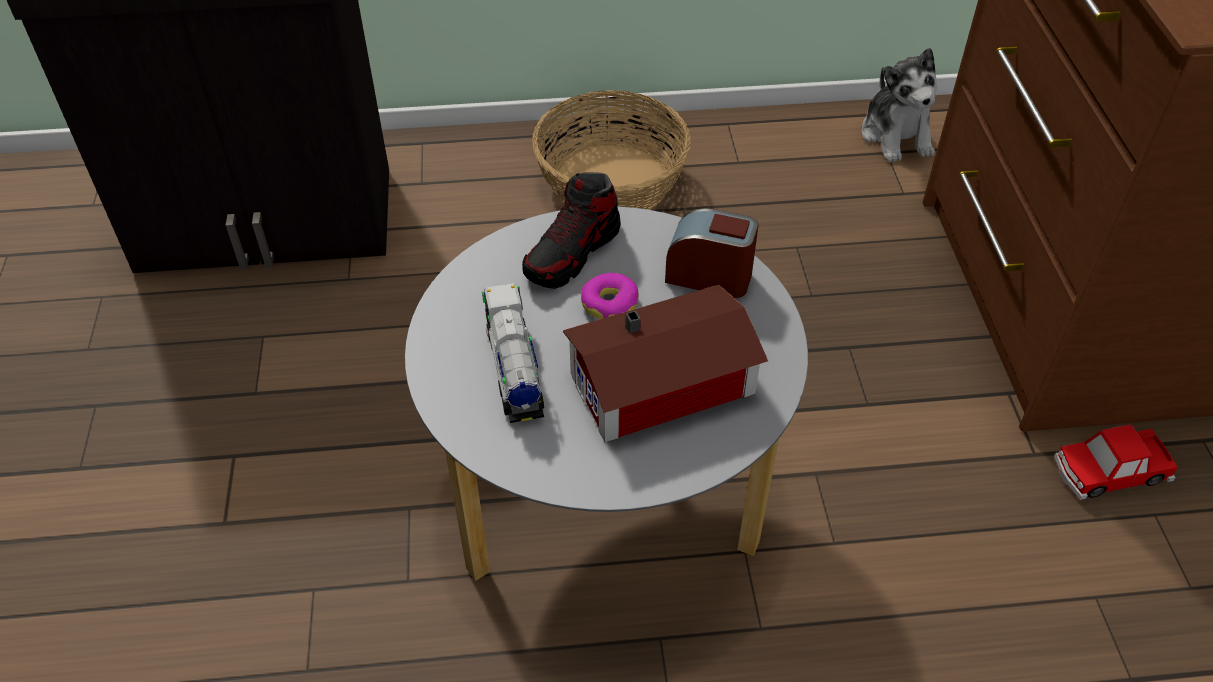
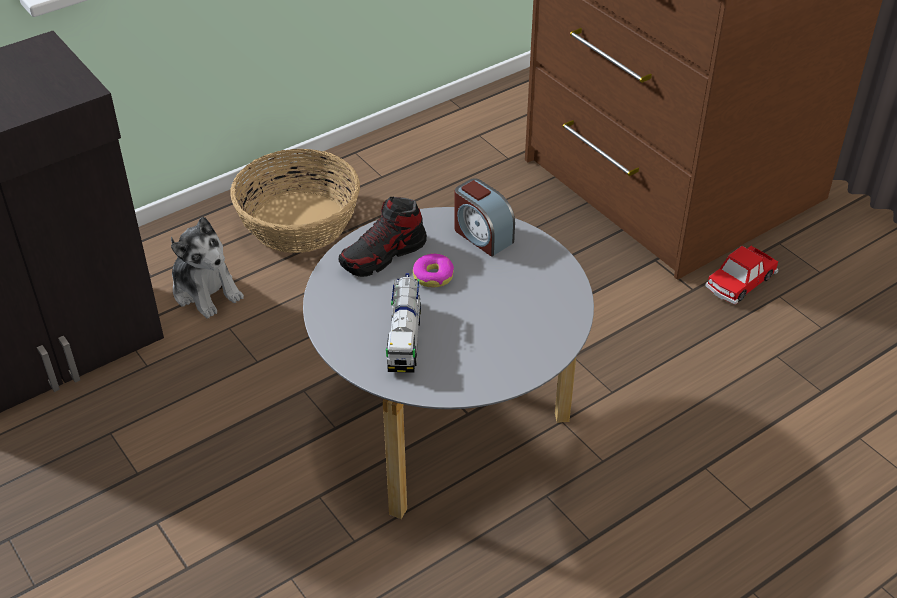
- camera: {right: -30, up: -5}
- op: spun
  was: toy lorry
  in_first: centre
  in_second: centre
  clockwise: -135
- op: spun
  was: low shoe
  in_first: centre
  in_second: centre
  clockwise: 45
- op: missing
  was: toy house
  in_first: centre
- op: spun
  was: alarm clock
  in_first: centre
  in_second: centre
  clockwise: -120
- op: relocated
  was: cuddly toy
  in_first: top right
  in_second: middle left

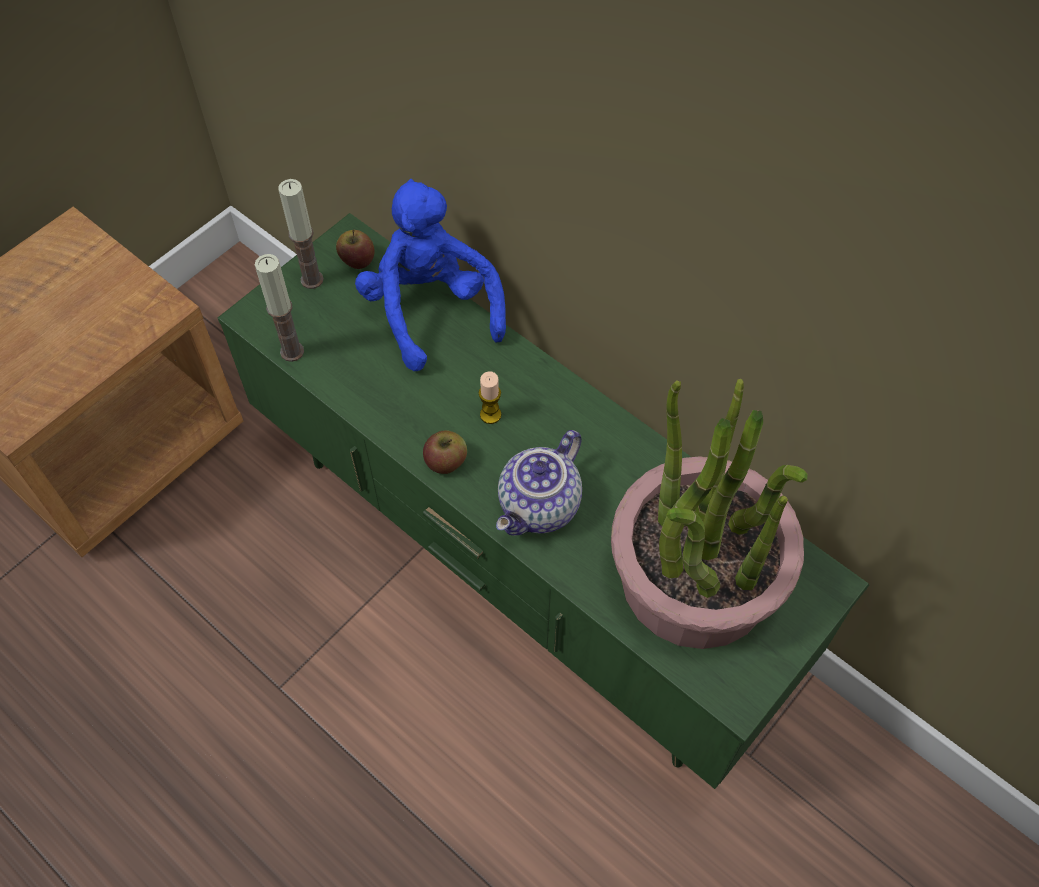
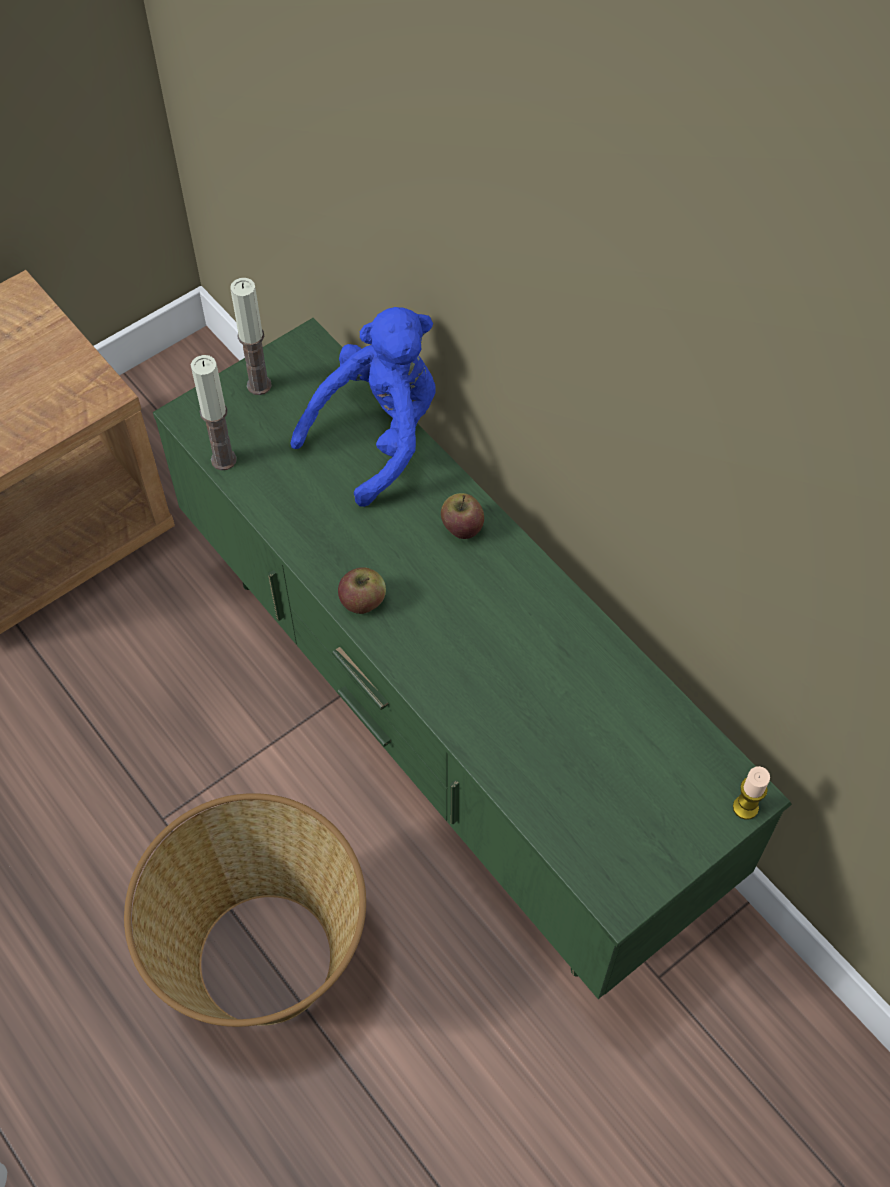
- camera: {right: 10, up: 0}
- op: relocated
  was: apple (no. 1 from left in the first image)
  now: apple (no. 2 from left)
  in_first: top centre
  in_second: centre
- op: spun
  was: cuddly toy (bluish)
  in_first: top centre
  in_second: centre
  clockwise: 60
- op: relocated
  was: candle (no. 3 from left)
  in_first: centre
  in_second: bottom right
- op: missing
  was: teapot
  in_first: centre
- op: missing
  was: plant in a pot
  in_first: middle right
- op: appeared
  now: basket
  in_second: bottom left

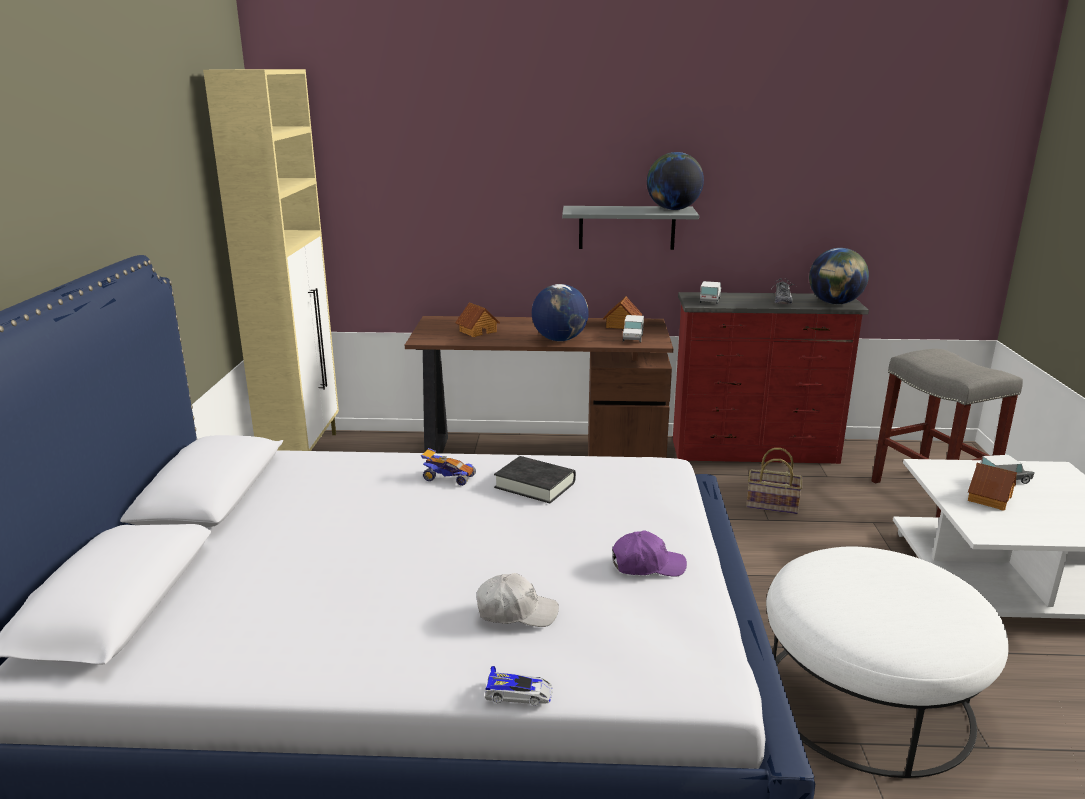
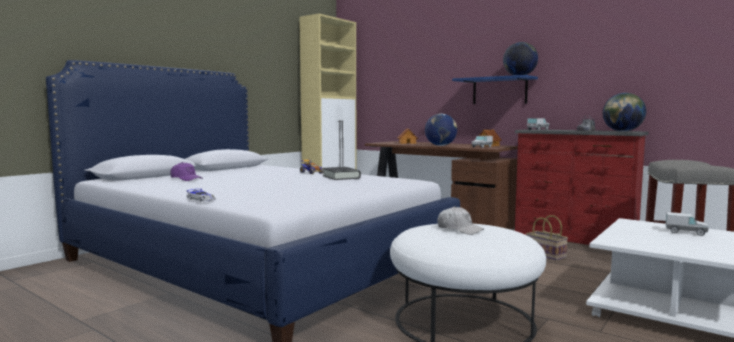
- camera: {right: 35, up: -15}
- op: relocated
  was: peaked cap (whitish)
  in_first: bottom centre
  in_second: centre
- op: colour
  was: bracket shelf (gray)
  now: bracket shelf (bluish)
  in_first: top centre
  in_second: top right
- op: relocated
  was: peaked cap (purple-coloured)
  in_first: bottom centre
  in_second: middle left
- op: missing
  was: toy house (no. 3 from left)
  in_first: middle right

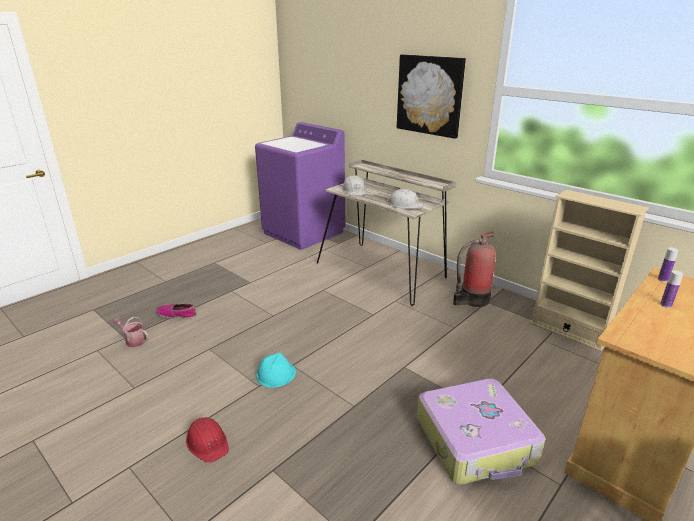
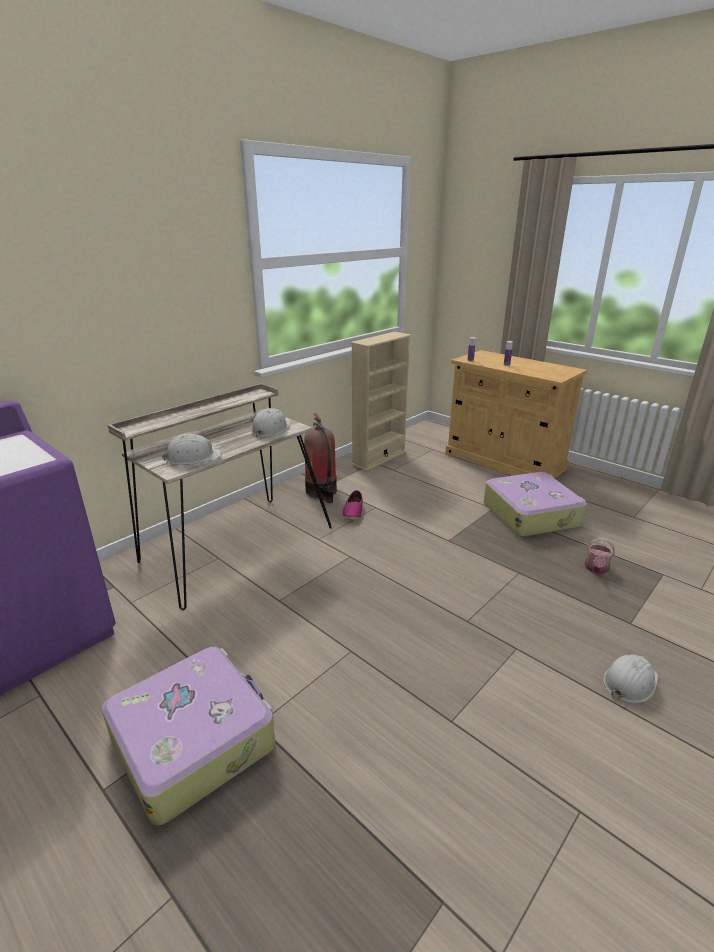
- camera: {right: -90, up: 0}
- op: relocated
  was: sprinkling can
  in_first: middle left
  in_second: middle right
- op: relocated
  was: low shoe
  in_first: middle left
  in_second: centre
- op: colour
  was: hard hat (red)
  now: hard hat (whitish) (no. 3 from left)
  in_first: bottom left
  in_second: bottom right
- op: missing
  was: hard hat (turquoise)
  in_first: bottom centre
- op: missing
  was: wall picture
  in_first: top centre
- op: appeared
  now: travel case (no. 1 from left)
  in_second: bottom left

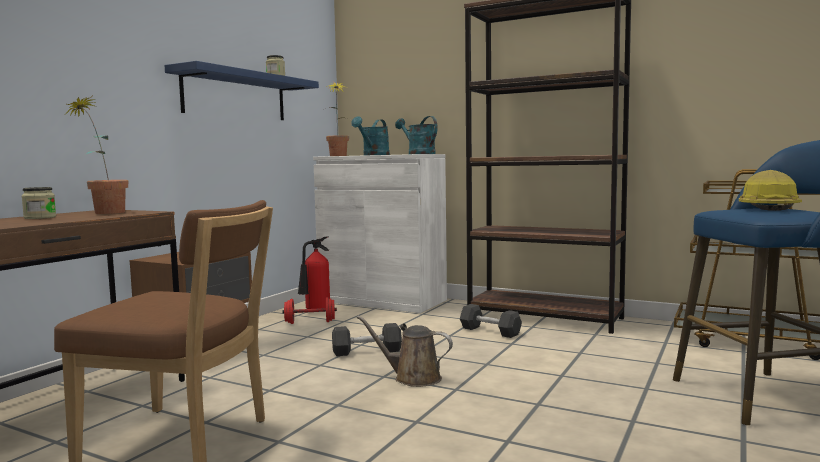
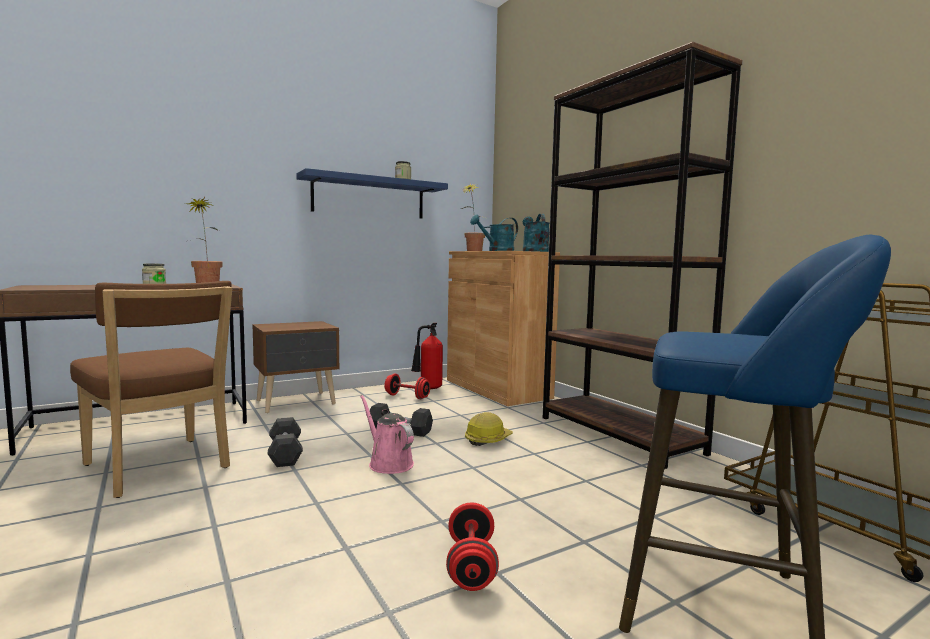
- camera: {right: 30, up: 0}
- op: colour
  was: cabinet (whitish)
  now: cabinet (brown)
  in_first: centre
  in_second: centre
- op: colour
  was: sprinkling can (brown)
  now: sprinkling can (pinkish)
  in_first: bottom centre
  in_second: bottom centre
- op: relocated
  was: dumbbell (gray) (no. 2 from left in the first image)
  now: dumbbell (gray) (no. 1 from left)
  in_first: bottom centre
  in_second: bottom left
- op: relocated
  was: hard hat
  in_first: middle right
  in_second: bottom centre
- op: appeared
  now: dumbbell (red) (no. 2 from left)
  in_second: bottom centre

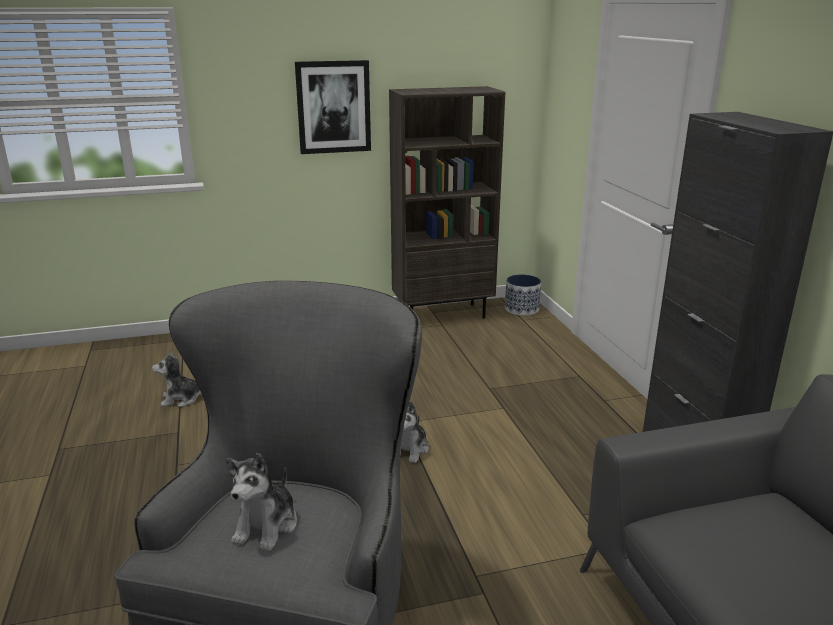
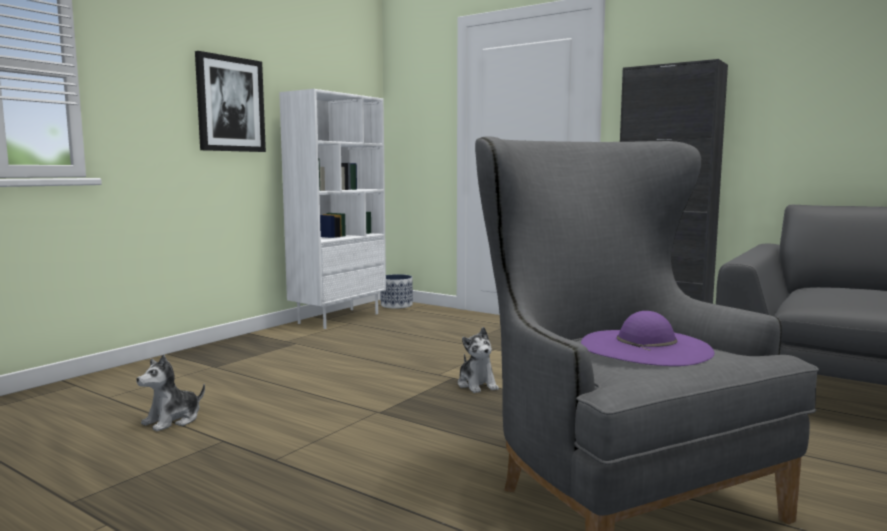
- camera: {right: -40, up: -15}
- op: exchanged
  was: cuddly toy (no. 2 from left)
  now: clothing hat (purple-coloured)
  in_first: bottom left
  in_second: middle right
- op: colour
  was: shelving unit (brown)
  now: shelving unit (whitish)
  in_first: top centre
  in_second: centre

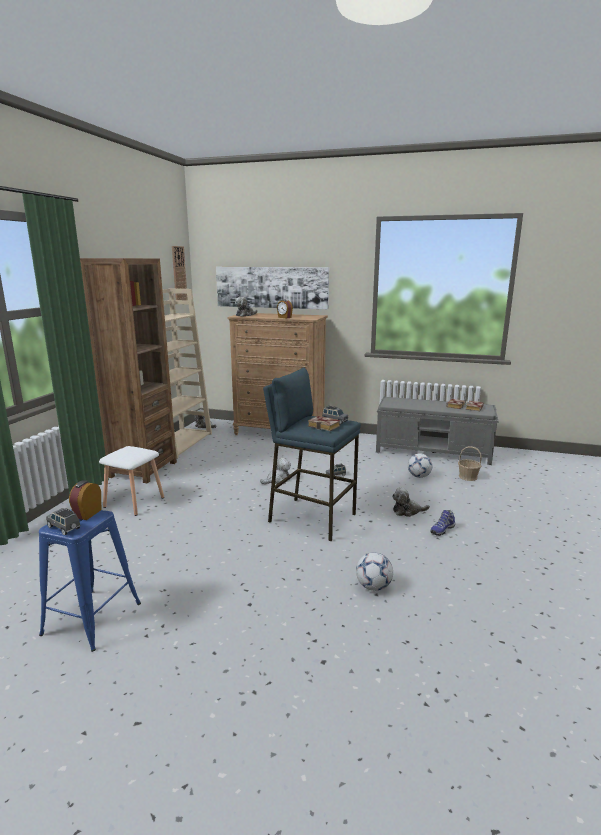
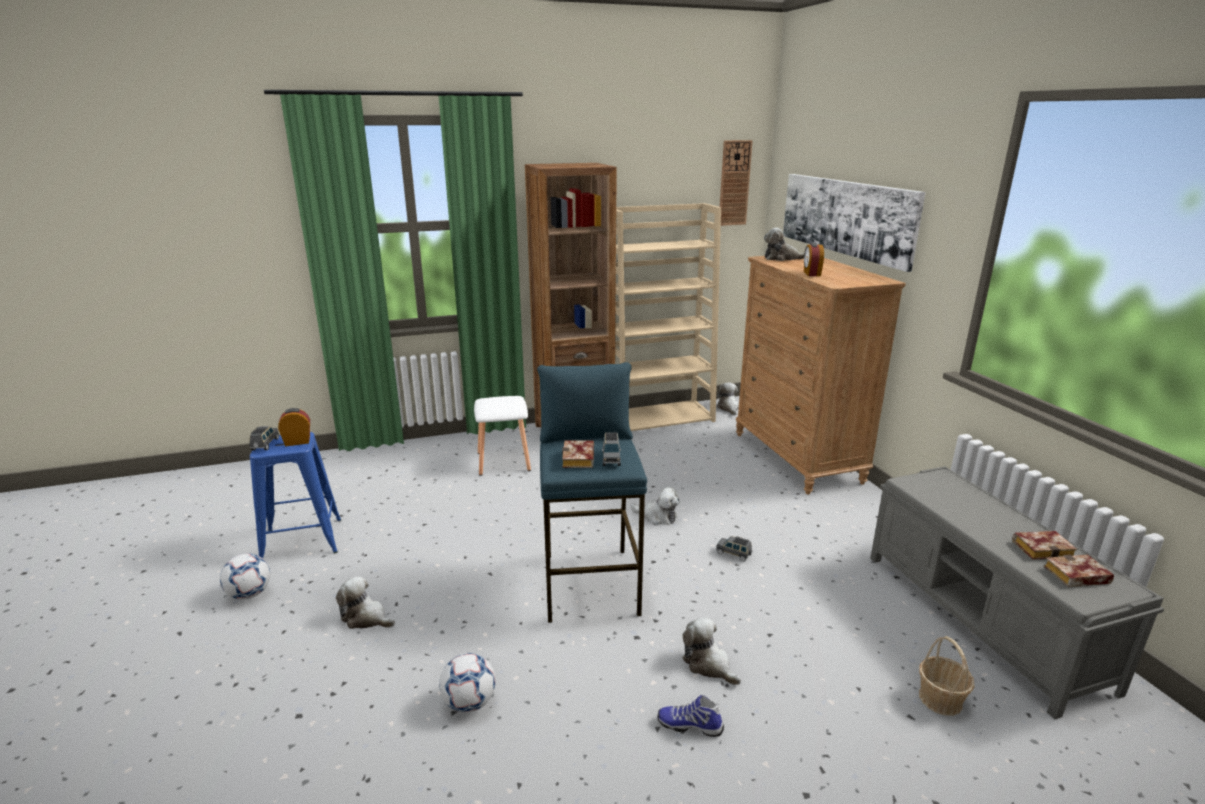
- camera: {right: 55, up: 5}
- op: relocated
  was: football (no. 2 from left in the first image)
  now: football (no. 1 from left)
  in_first: middle right
  in_second: bottom left
- op: appeared
  now: cuddly toy (no. 1 from left)
  in_second: bottom left

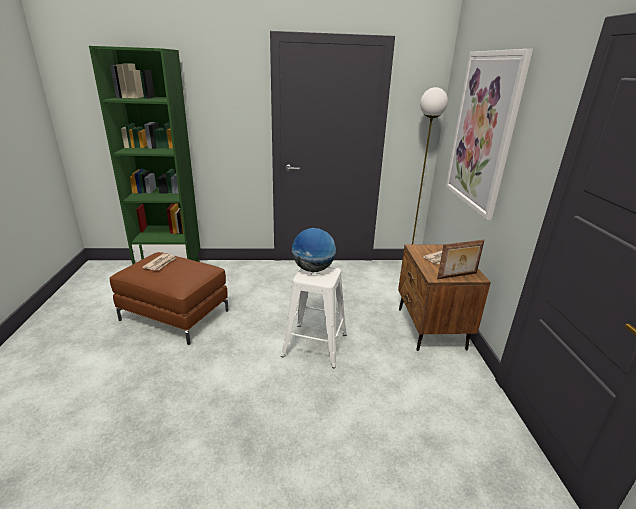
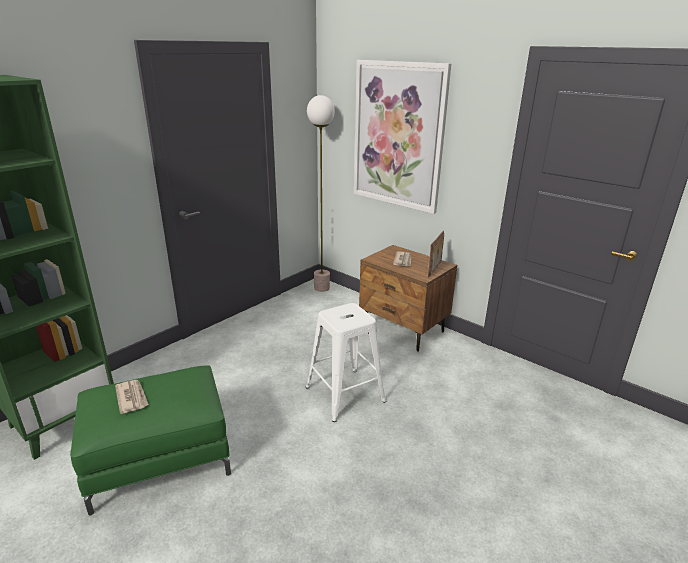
- camera: {right: -45, up: 0}
- op: colour
  was: ottoman (brown)
  now: ottoman (greenish)
  in_first: middle left
  in_second: bottom left
- op: missing
  was: globe
  in_first: centre

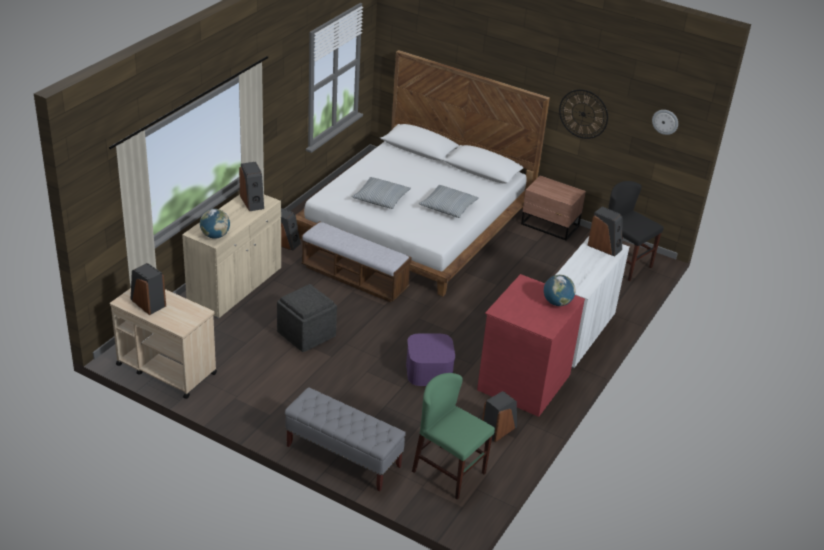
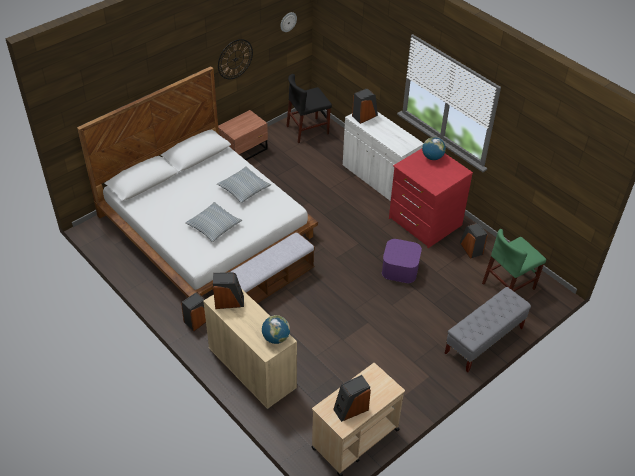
- camera: {right: -70, up: 10}
- op: missing
  was: ottoman (gray)
  in_first: centre

